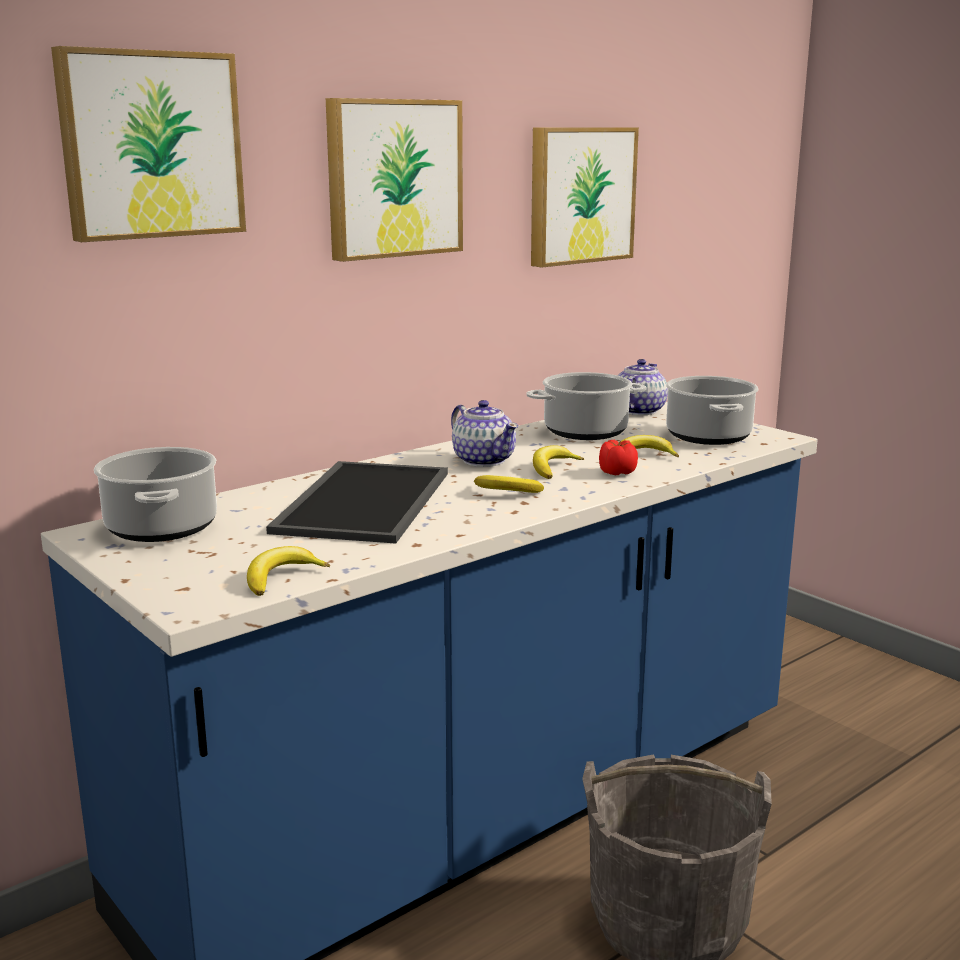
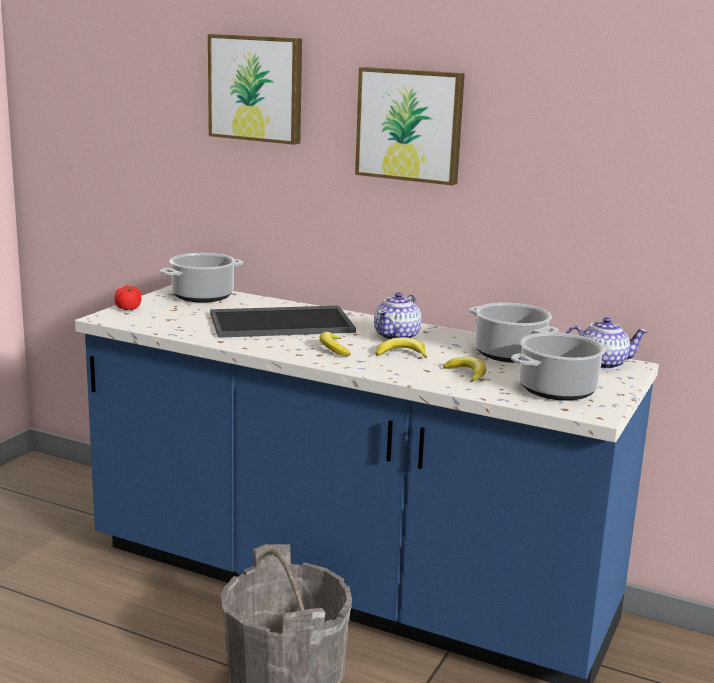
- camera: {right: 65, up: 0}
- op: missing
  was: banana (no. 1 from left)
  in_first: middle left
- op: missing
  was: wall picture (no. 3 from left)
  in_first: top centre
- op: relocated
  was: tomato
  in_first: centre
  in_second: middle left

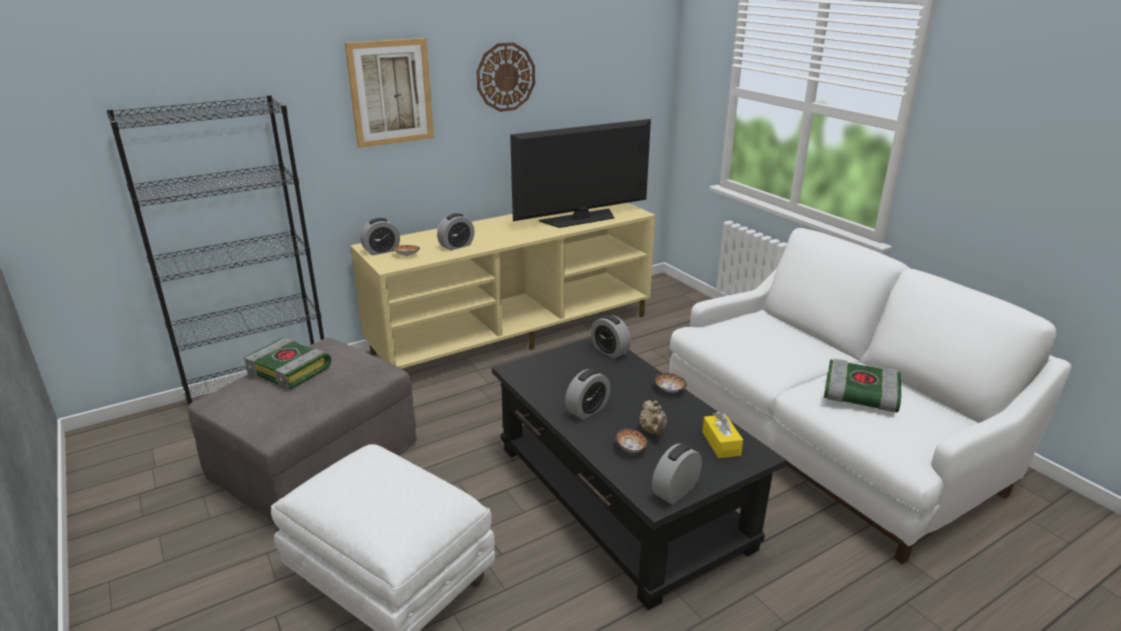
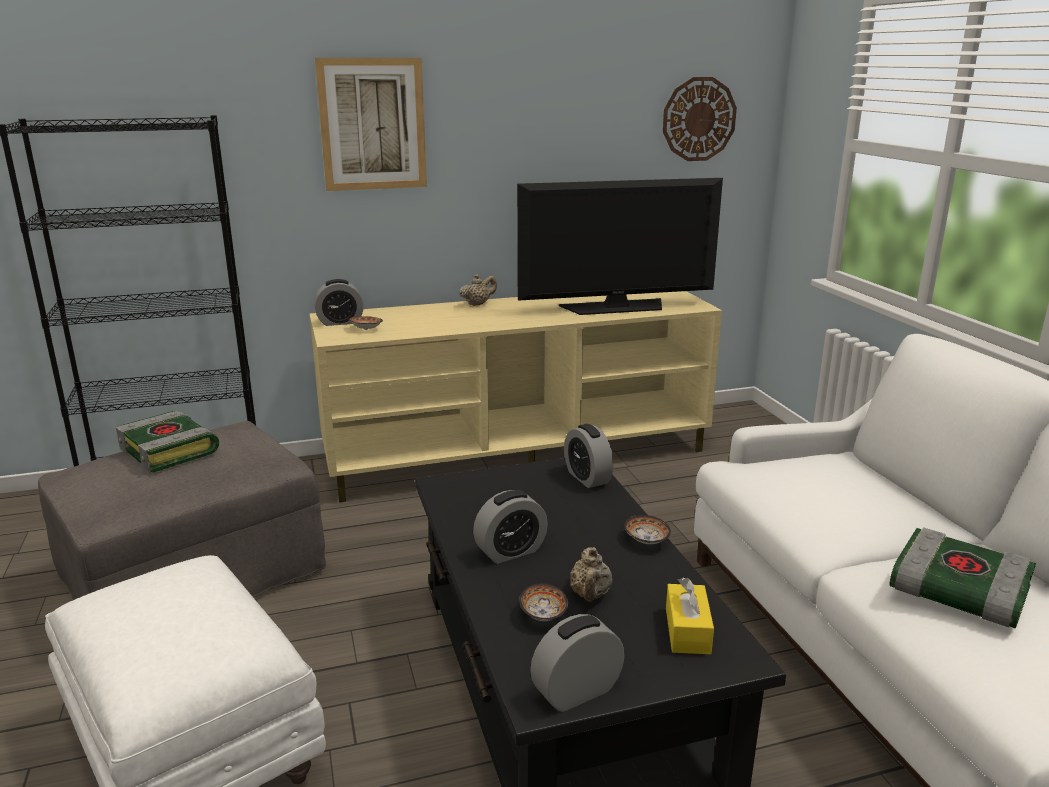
- camera: {right: 15, up: -5}
- op: missing
  was: alarm clock (no. 2 from left)
  in_first: centre
- op: relocated
  was: hanging clock
  in_first: top centre
  in_second: top right
- op: appeared
  now: teapot (beige-coloured) (no. 1 from left)
  in_second: centre

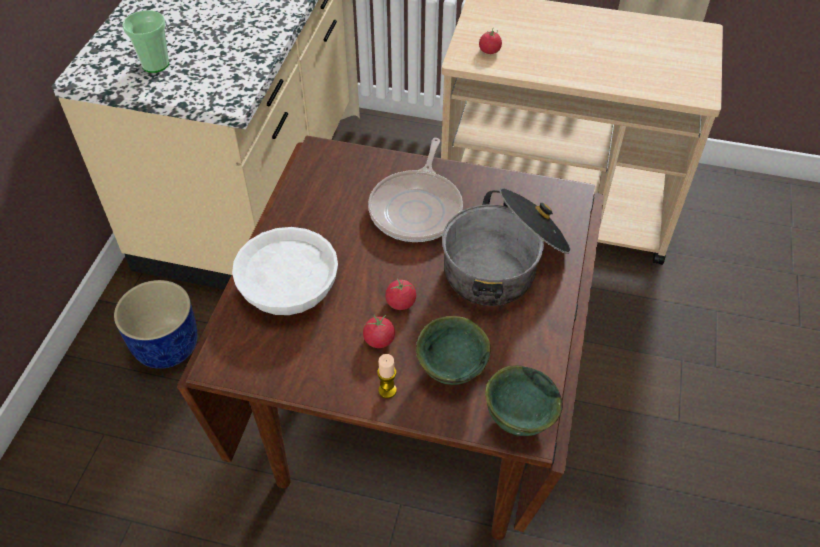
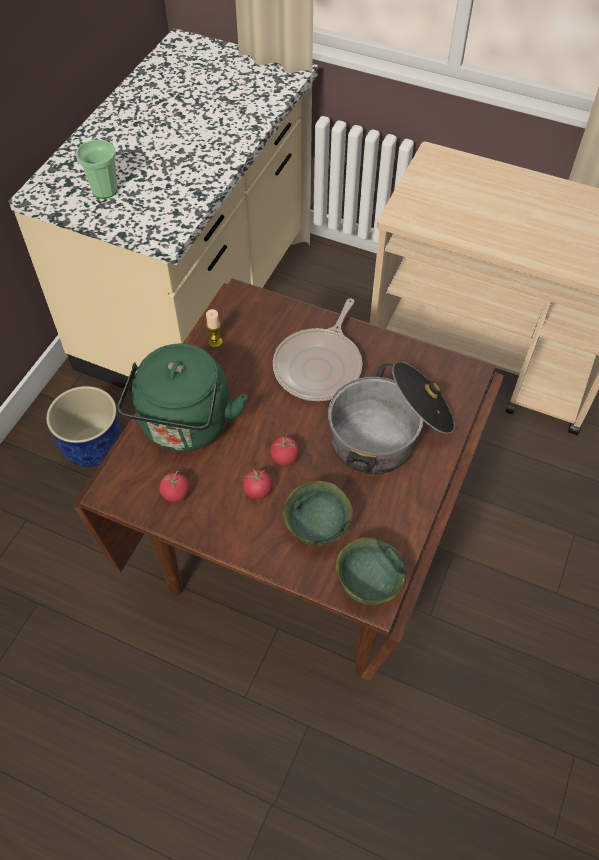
- camera: {right: 10, up: 5}
- op: exchanged
  was: serving bowl (whitish)
  now: water kettle (greenish)
  in_first: centre
  in_second: middle left
- op: relocated
  was: candle
  in_first: bottom centre
  in_second: centre
- op: relocated
  was: tomato (no. 3 from left in the first image)
  now: tomato (no. 1 from left)
  in_first: top centre
  in_second: middle left

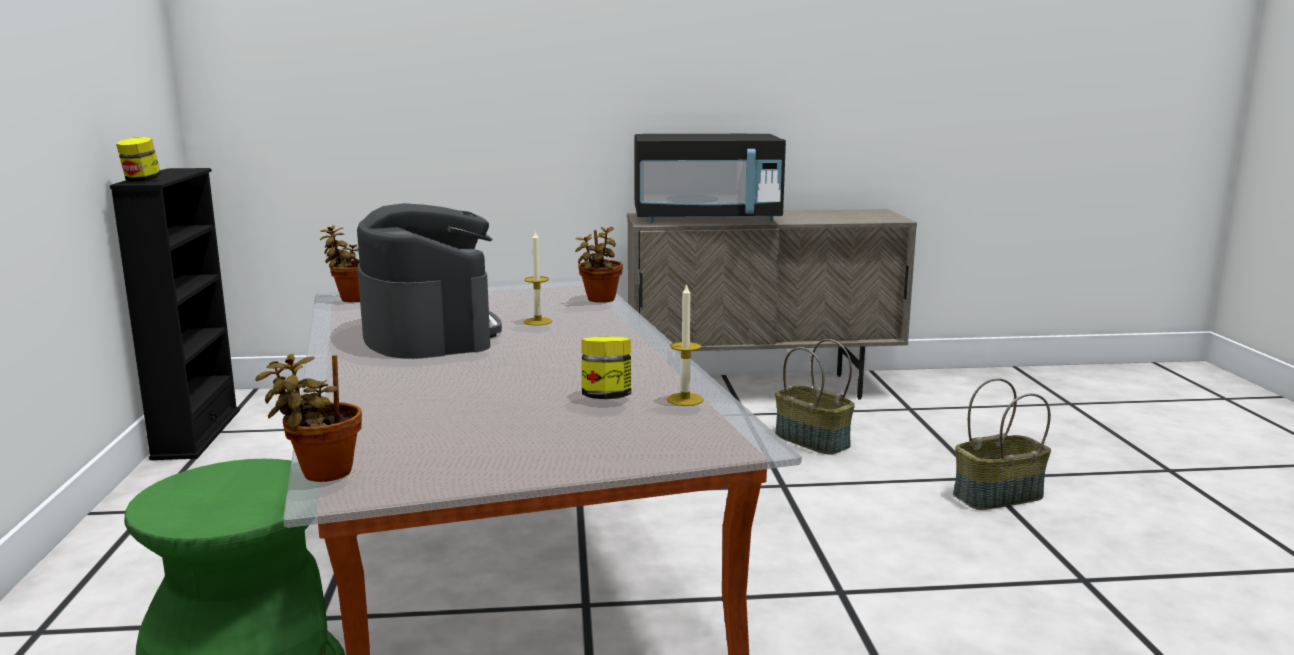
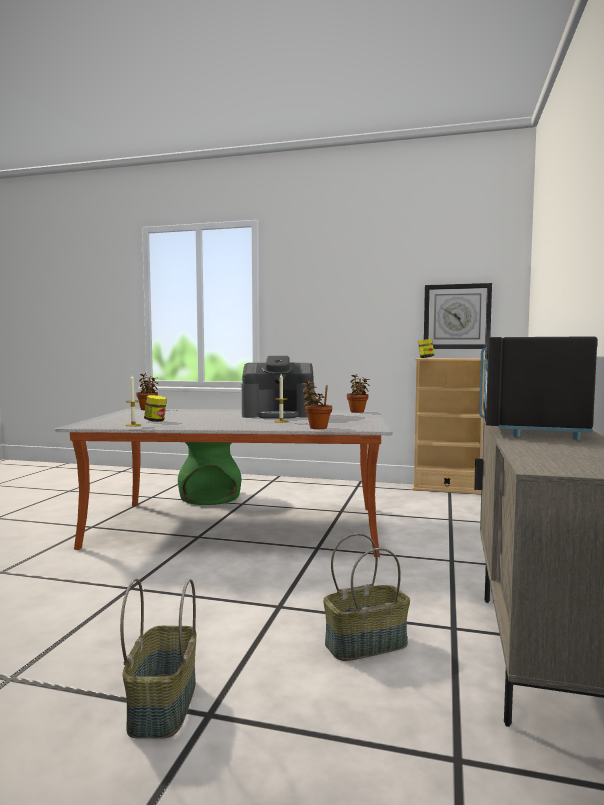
- camera: {right: 110, up: -10}
- op: colour
  was: shelving unit (black-coloured)
  now: shelving unit (beige-coloured)
  in_first: middle left
  in_second: middle right
- op: appeared
  now: hanging clock
  in_second: middle right

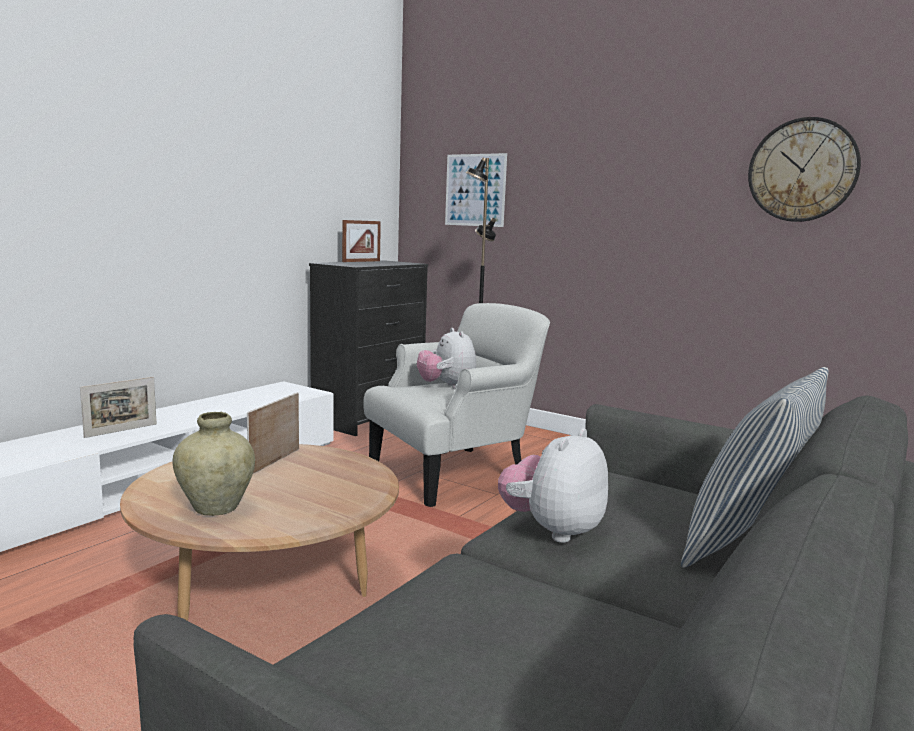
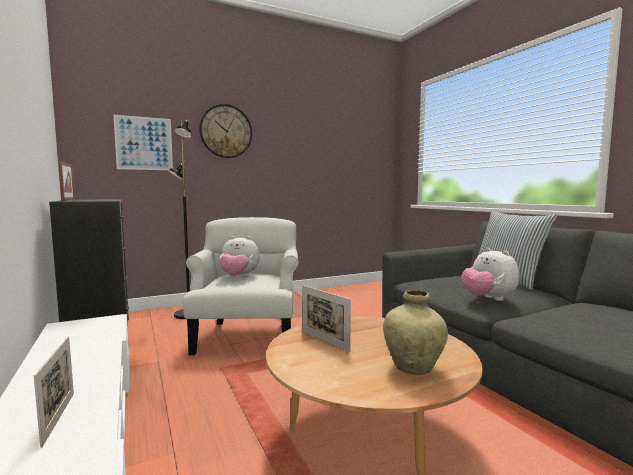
- camera: {right: -60, up: -5}
- op: relocated
  was: hanging clock
  in_first: top right
  in_second: top centre

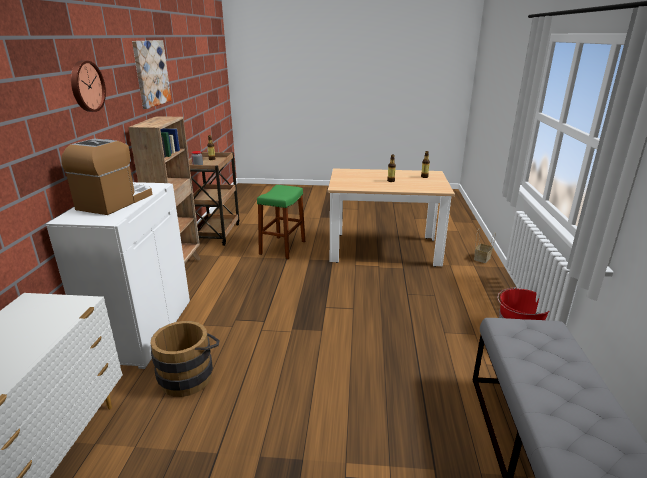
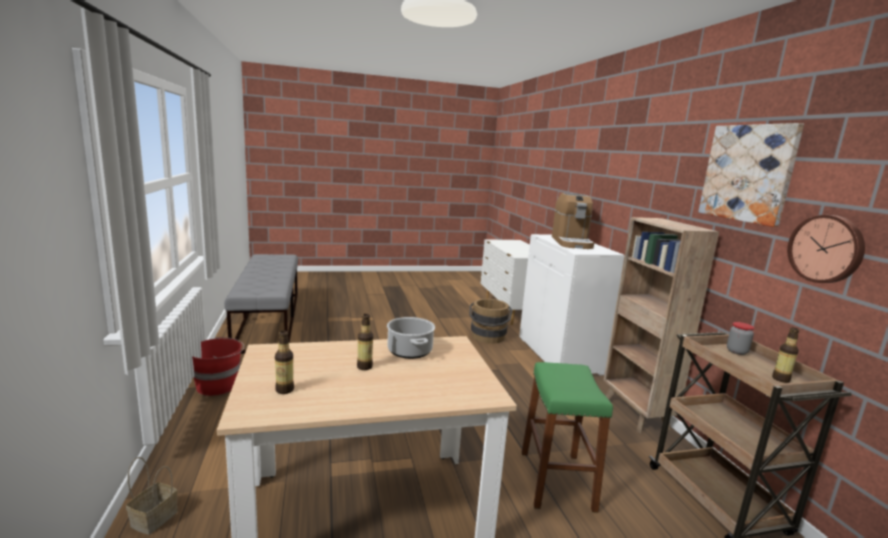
- camera: {right: 160, up: -10}
- op: relocated
  was: hanging clock
  in_first: top left
  in_second: middle right
- op: appeared
  now: cooking pot
  in_second: centre

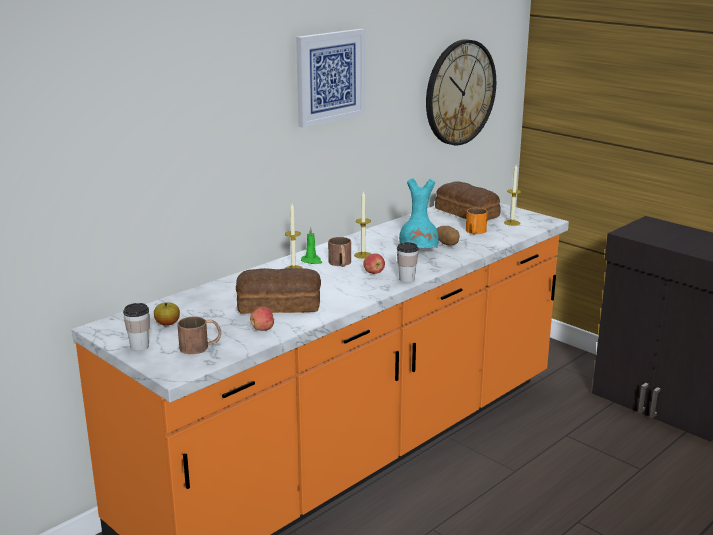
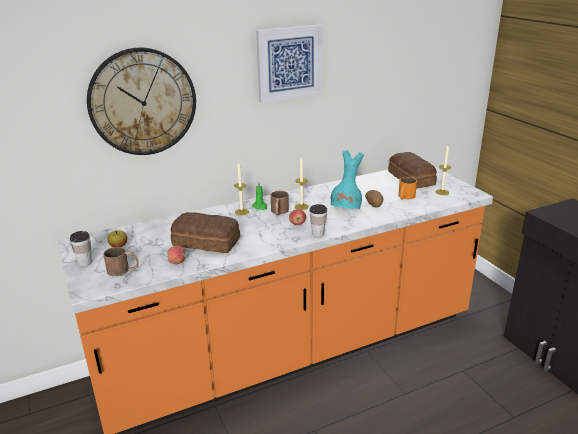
- camera: {right: 20, up: 5}
- op: relocated
  was: hanging clock
  in_first: top centre
  in_second: top left

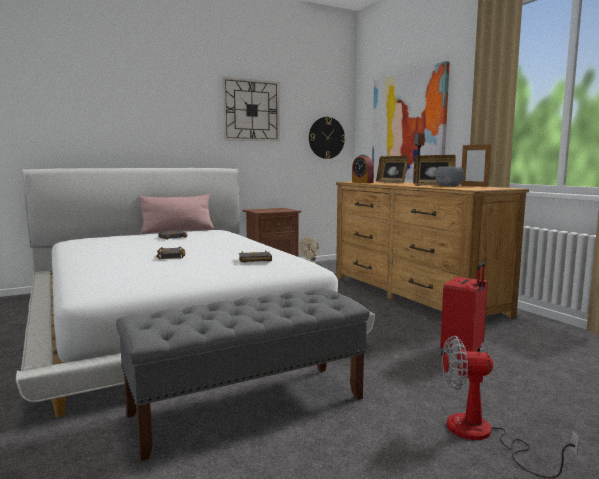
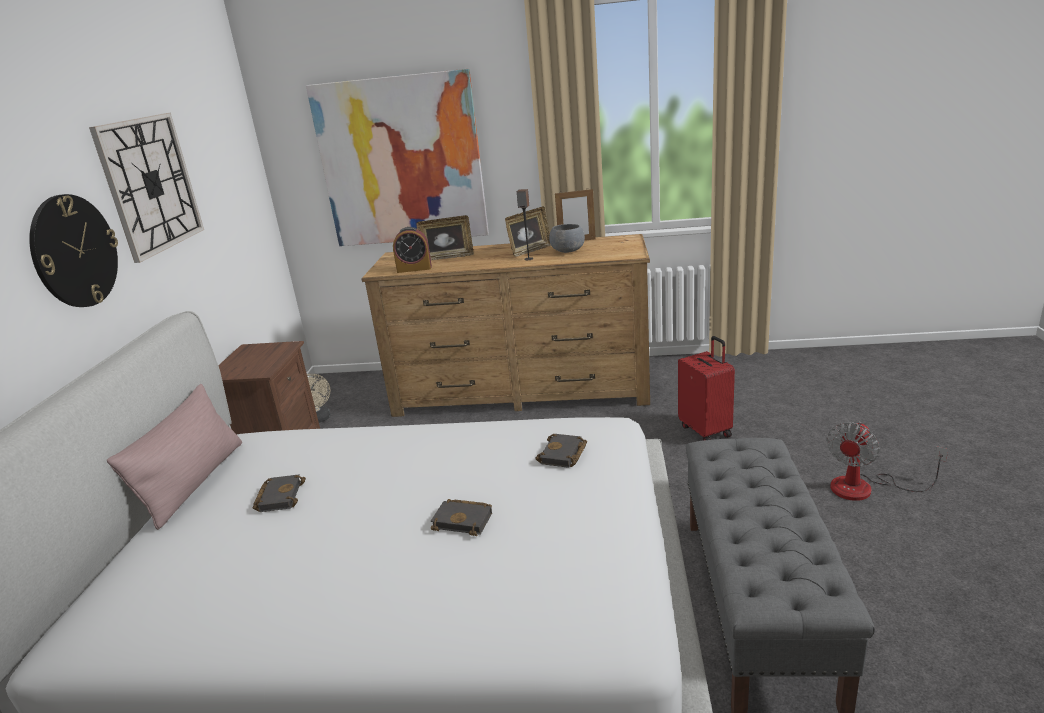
- camera: {right: -55, up: 15}
- op: relocated
  was: hanging clock (no. 2 from left in the first image)
  now: hanging clock (no. 1 from left)
  in_first: top centre
  in_second: middle left

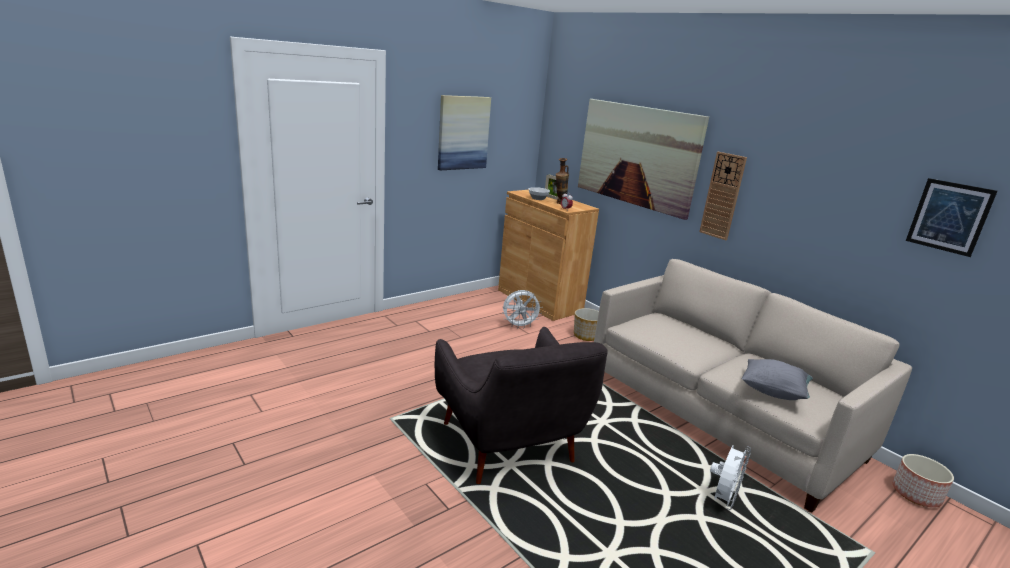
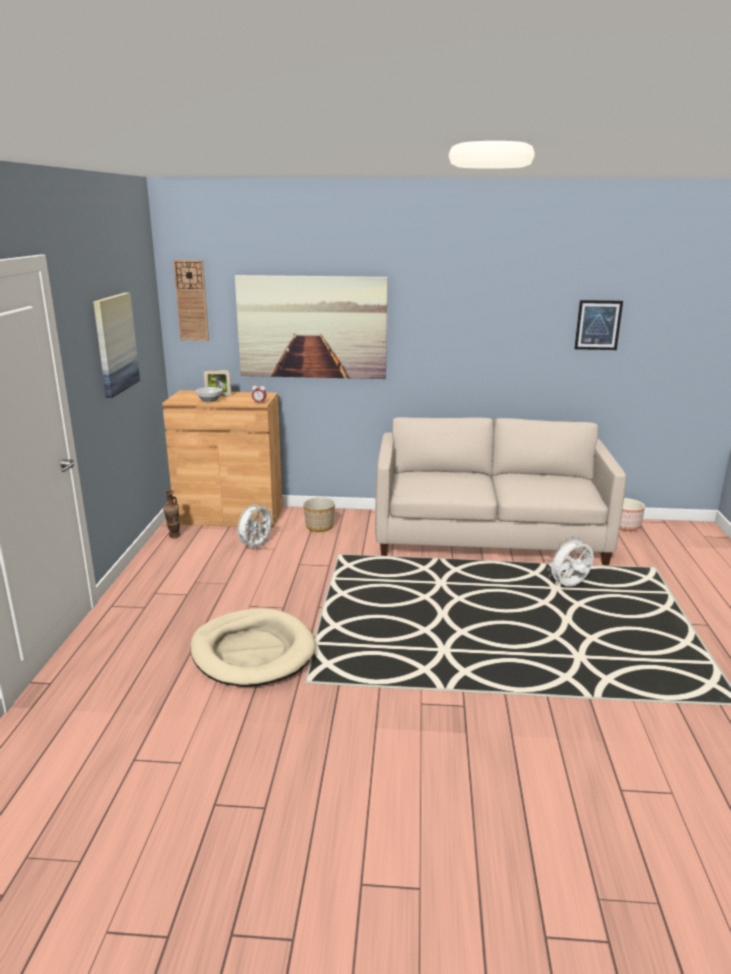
- camera: {right: -45, up: 0}
- op: missing
  was: armchair (gray)
  in_first: bottom centre
- op: relocated
  was: vase
  in_first: top centre
  in_second: middle left
- op: relocated
  was: hanging clock
  in_first: middle right
  in_second: top left
- op: spun
  was: electric fan (whitish) (no. 2 from left)
  in_first: bottom right
  in_second: middle right
  clockwise: -105
- op: missing
  was: cushion (gray)
  in_first: bottom right
- op: appeared
  now: dog bed (beige-coloured)
  in_second: centre

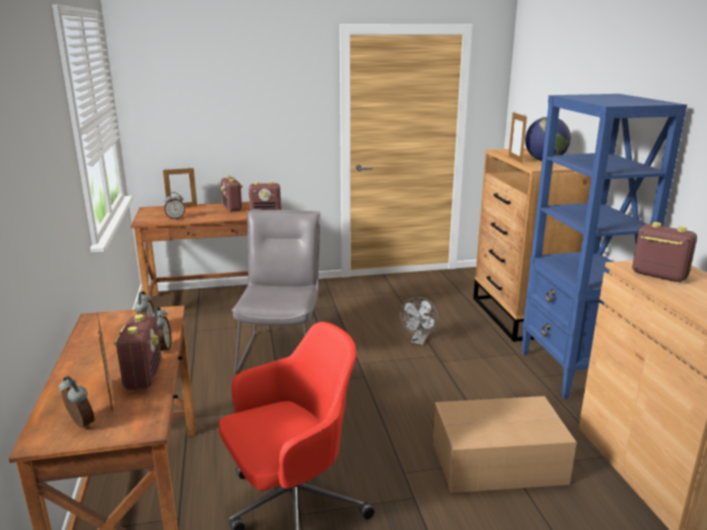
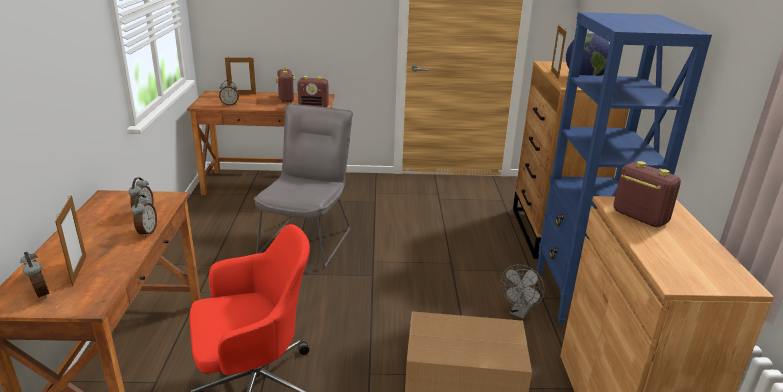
- camera: {right: 10, up: 5}
- op: missing
  was: radio receiver (no. 1 from left)
  in_first: middle left
- op: relocated
  was: electric fan (gray)
  in_first: centre
  in_second: bottom right

